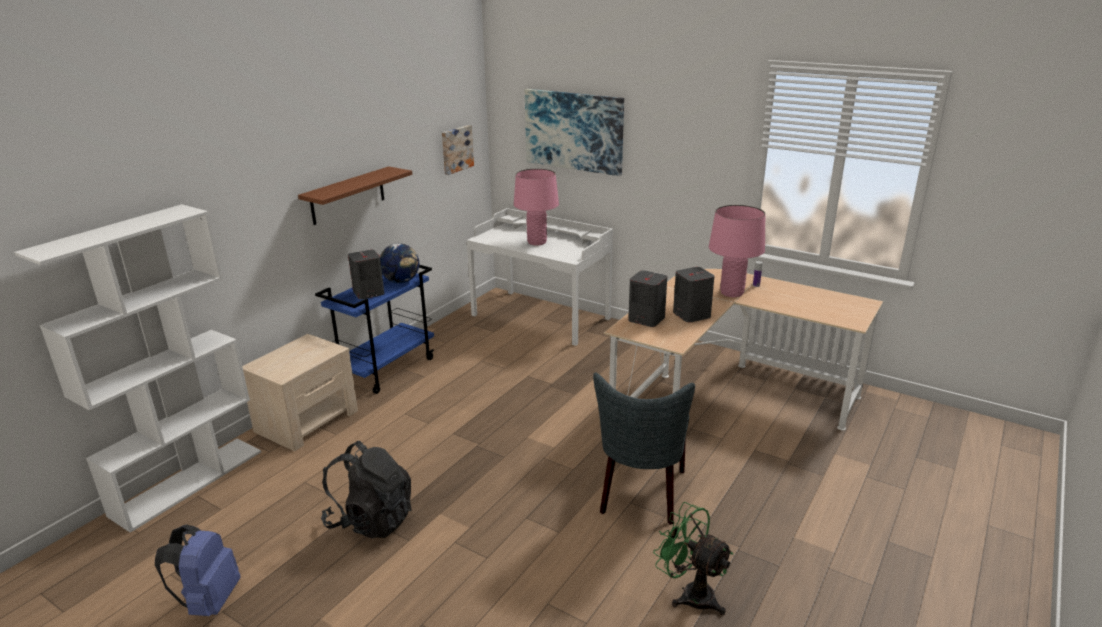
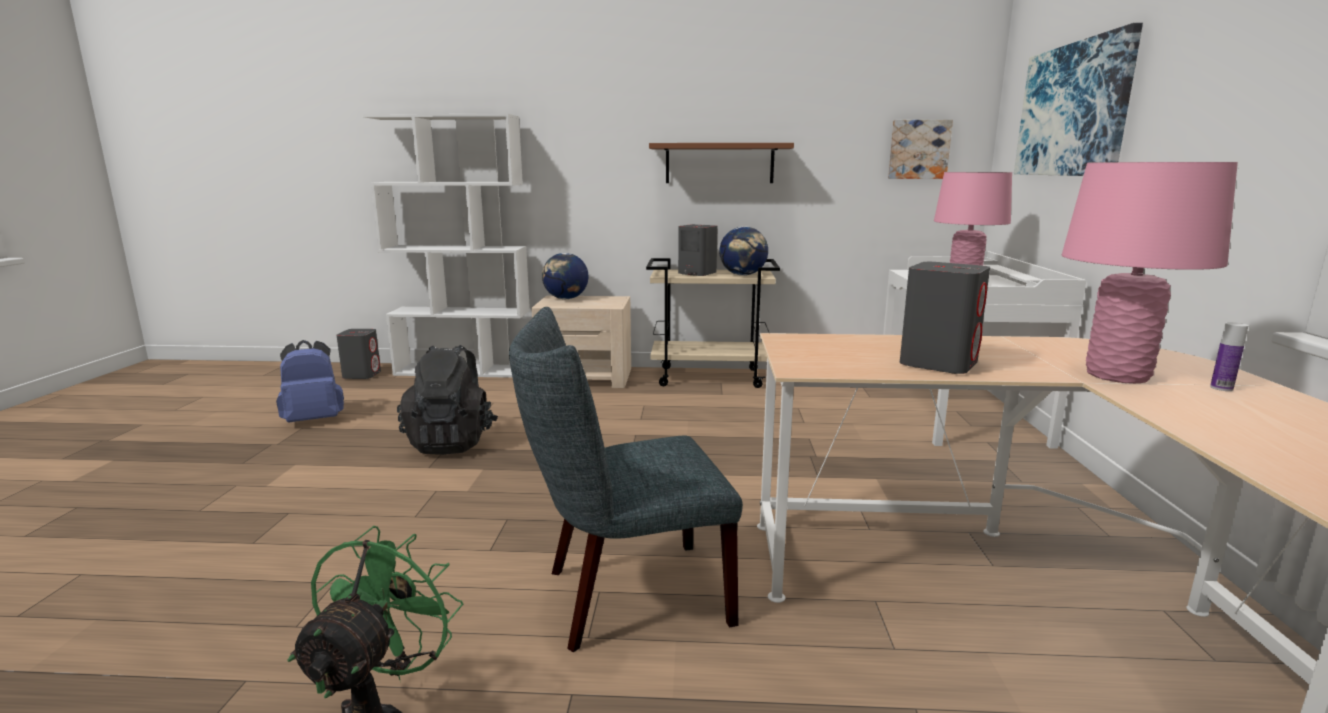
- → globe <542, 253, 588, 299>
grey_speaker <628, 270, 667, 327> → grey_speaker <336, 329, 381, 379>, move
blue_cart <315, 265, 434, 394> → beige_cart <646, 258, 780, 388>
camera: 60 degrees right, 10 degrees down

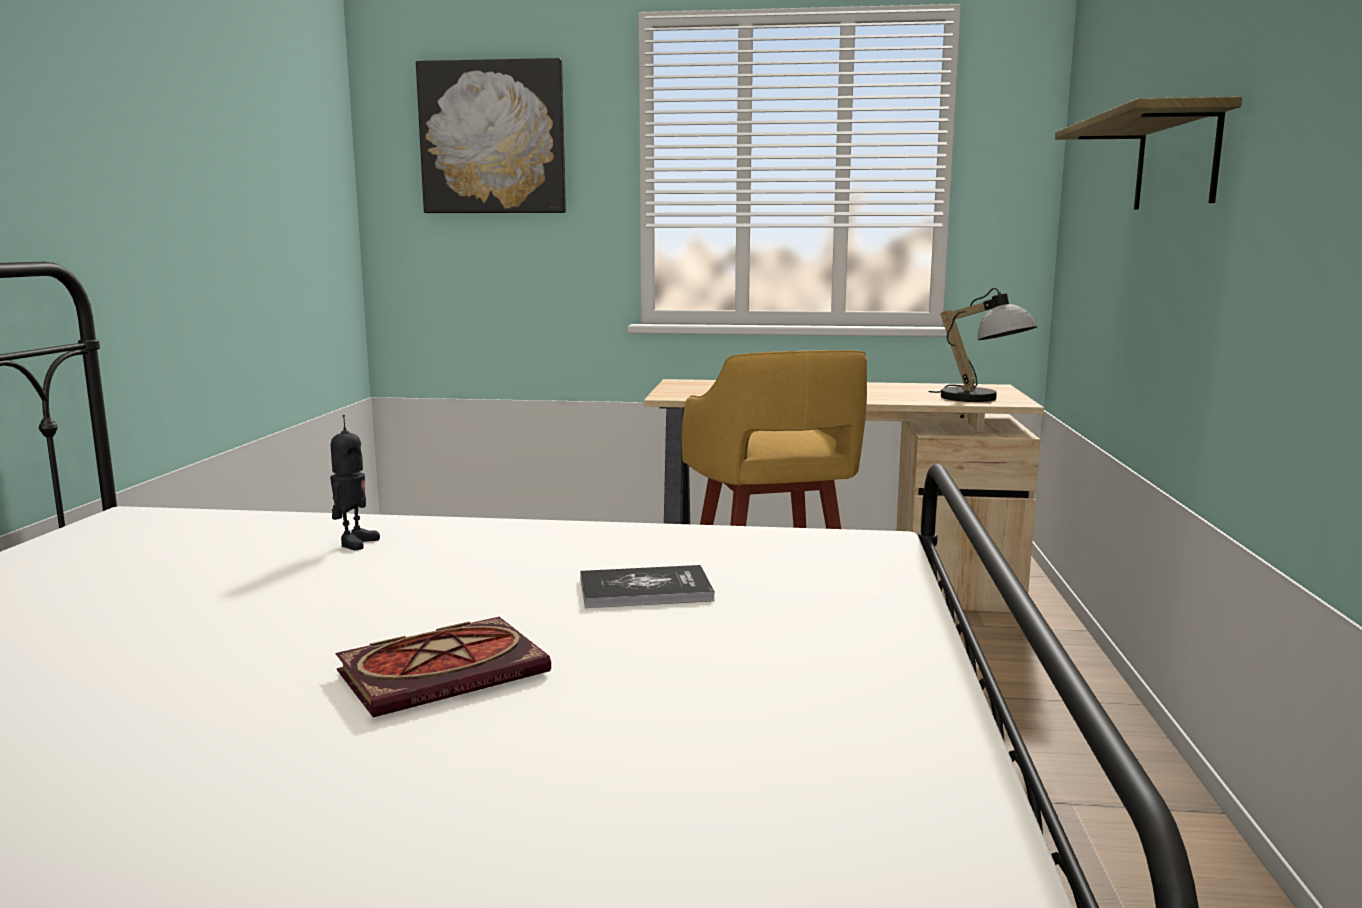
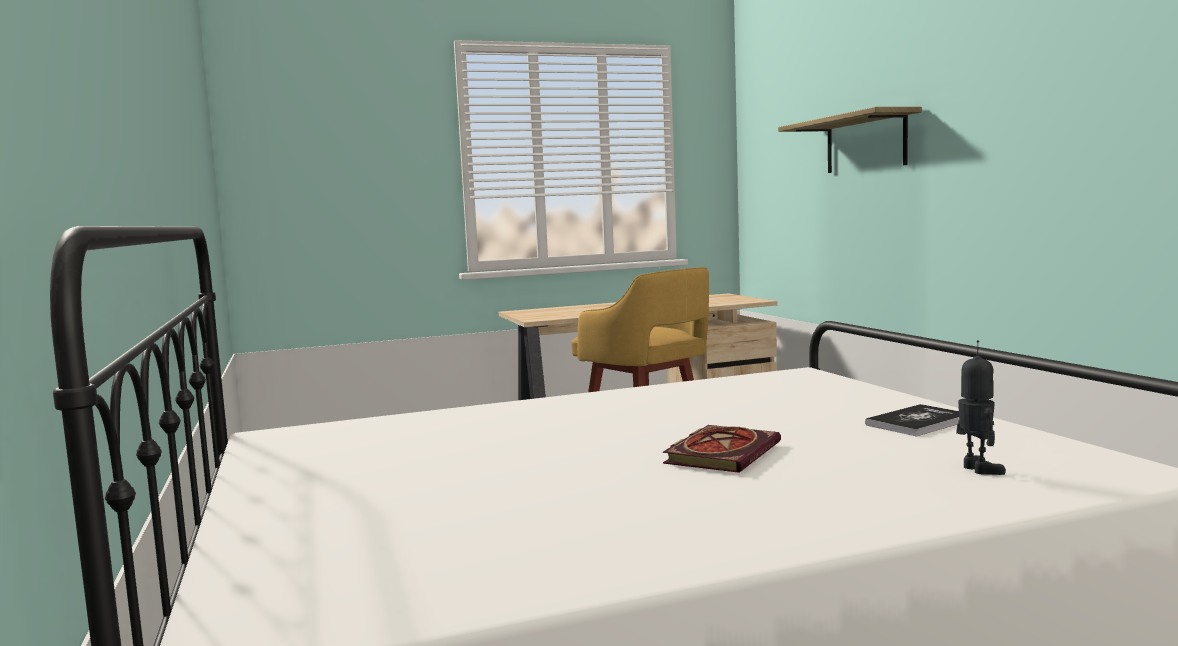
picture <416, 58, 566, 213> → -
table_lamp <928, 288, 1037, 402> → -
toy_robot <330, 415, 380, 550> → toy_robot <956, 340, 1006, 475>, move
book <580, 565, 715, 608> → book <865, 404, 960, 437>, move
camera: 25 degrees left, 5 degrees down

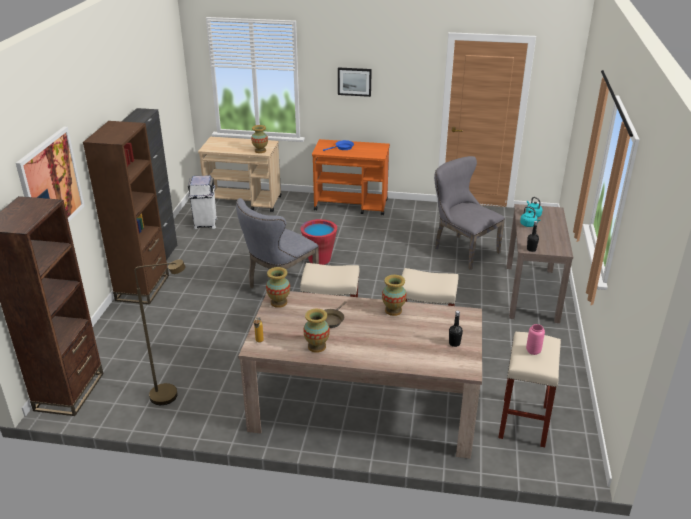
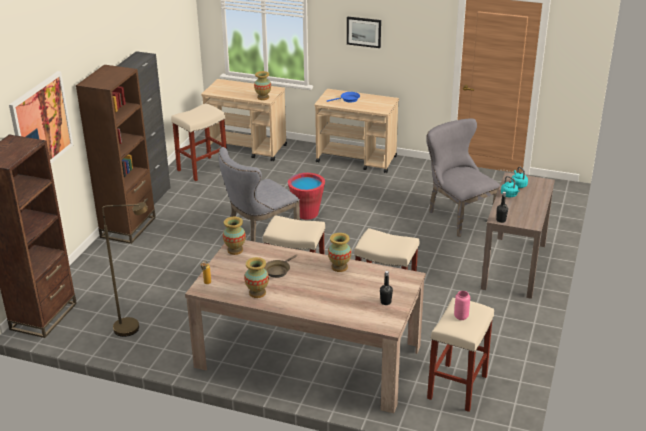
white_trash_can <188, 176, 217, 229> → beige_stool <171, 103, 227, 181>
orange_cart <312, 139, 390, 216> → beige_cart <314, 89, 399, 173>
camera: 10 degrees right, 0 degrees up

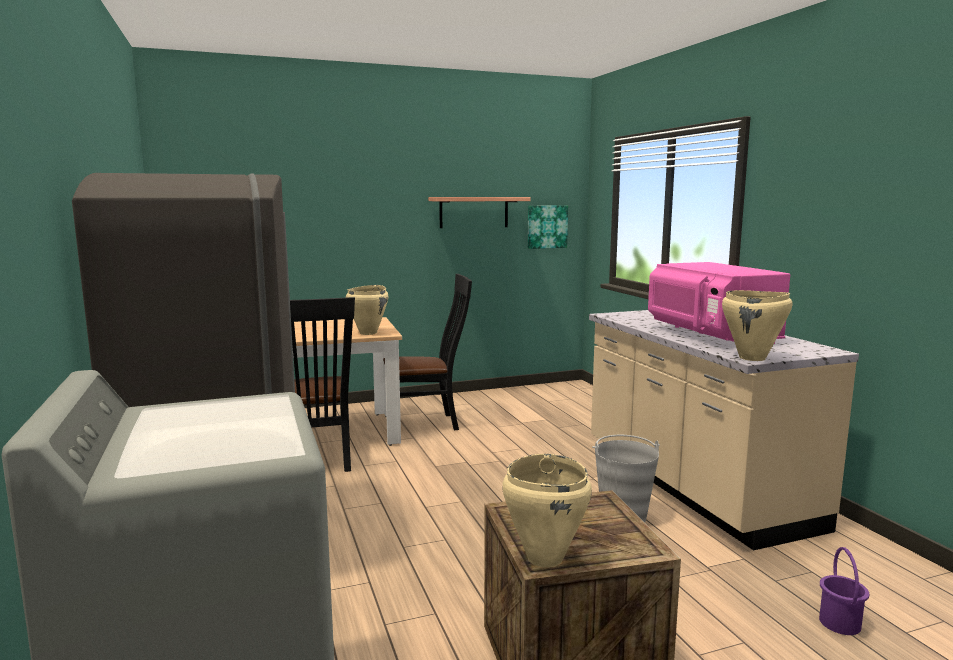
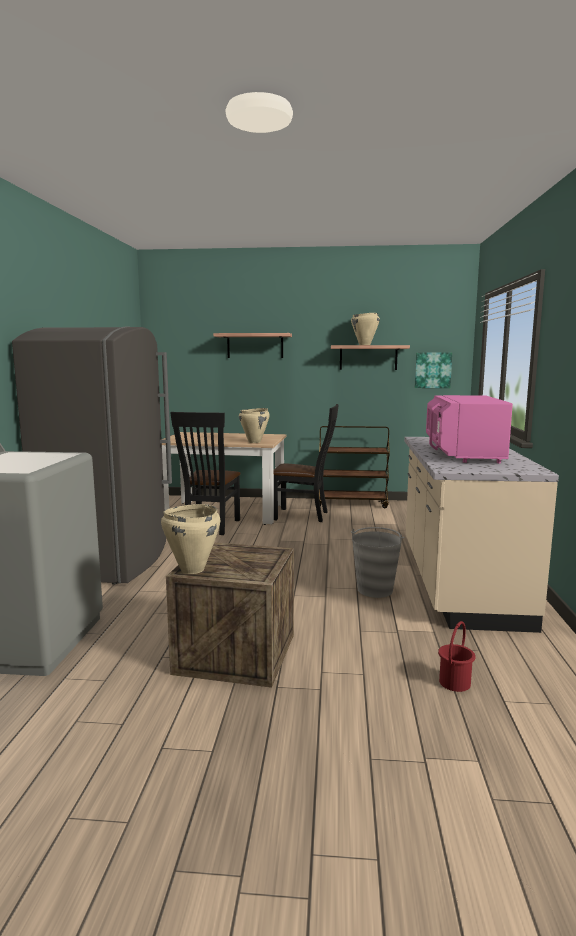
- → shelf <213, 333, 292, 358>
- → brown_cart <319, 426, 390, 509>
beige_cooking_pot <722, 290, 792, 361> → beige_cooking_pot <351, 313, 380, 345>, move
purple_bucket <819, 547, 869, 635> → red_bucket <438, 621, 475, 692>
camera: 25 degrees right, 0 degrees up

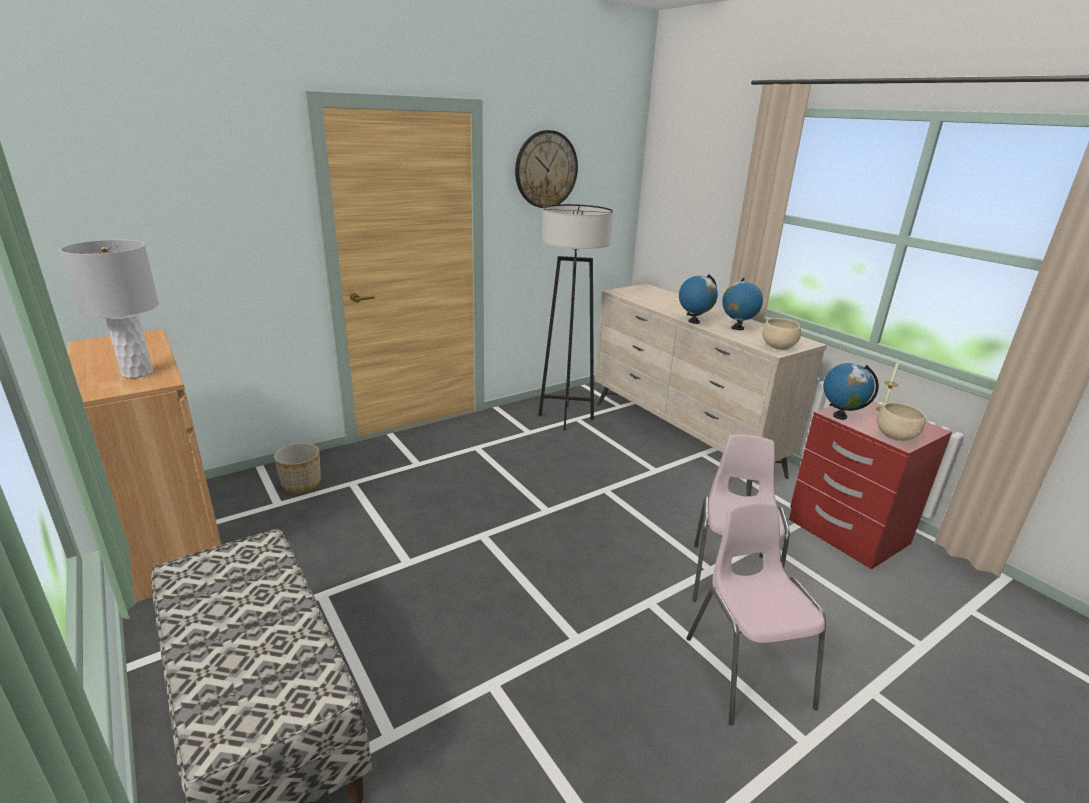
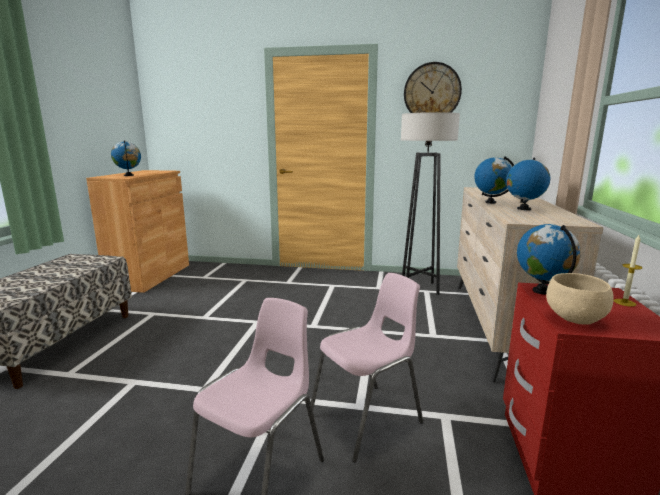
planter <274, 443, 321, 493> → -
beige_bowl <762, 318, 801, 350> → -
grey_table_lamp <60, 240, 159, 379> → globe <111, 140, 141, 176>
camera: 45 degrees right, 10 degrees down

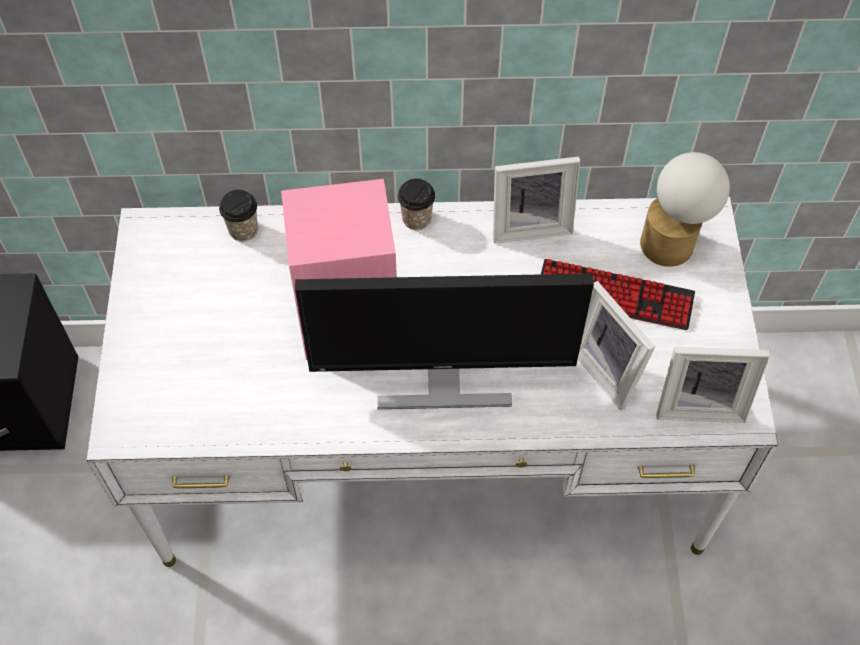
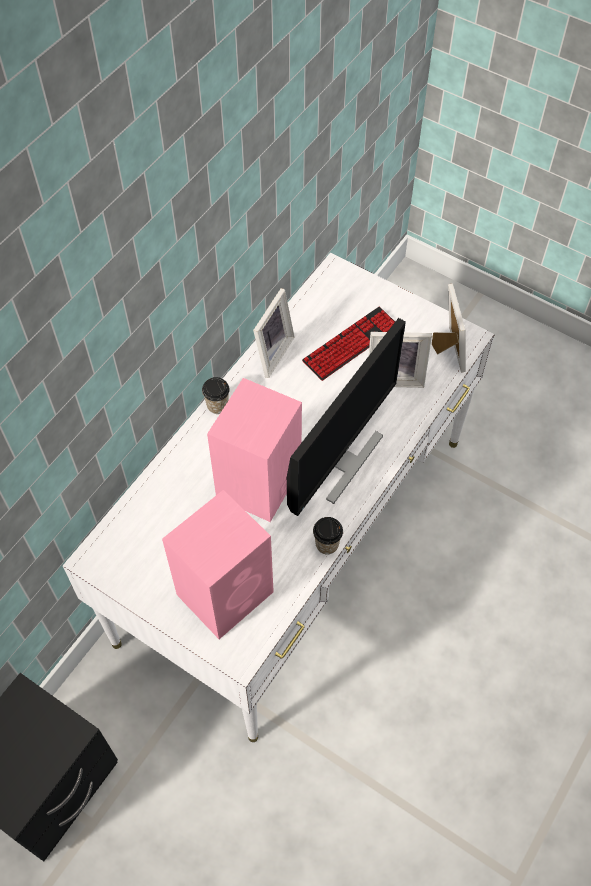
table_lamp <640, 152, 730, 267> → -
- → pink_speaker <162, 490, 274, 639>
cup <219, 190, 258, 242> → cup <313, 517, 343, 555>, move
picture_frame <656, 347, 770, 423> → picture_frame <432, 284, 466, 373>, 45 degrees counterclockwise
camera: 55 degrees left, 0 degrees up

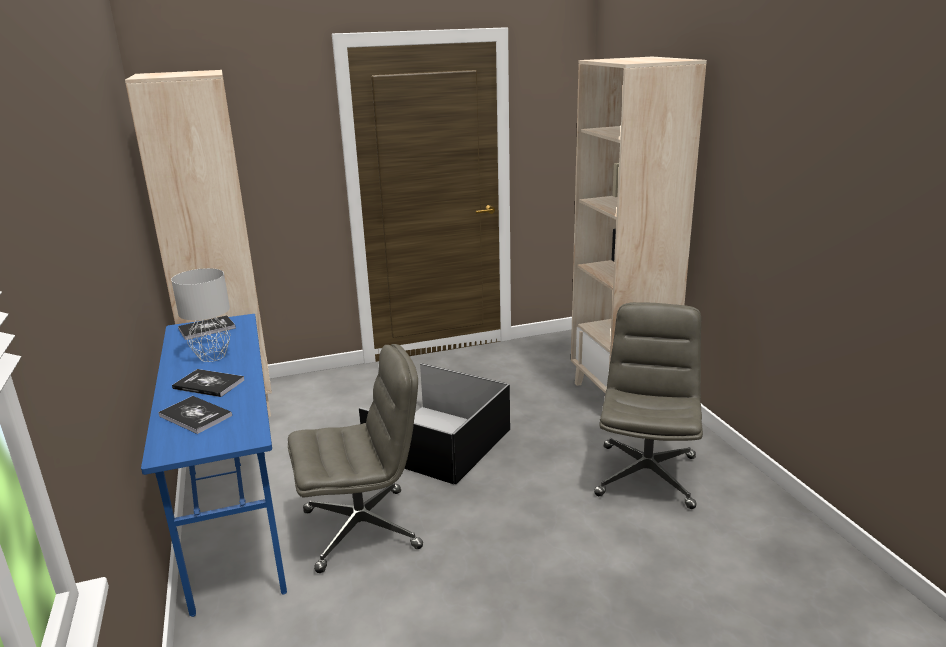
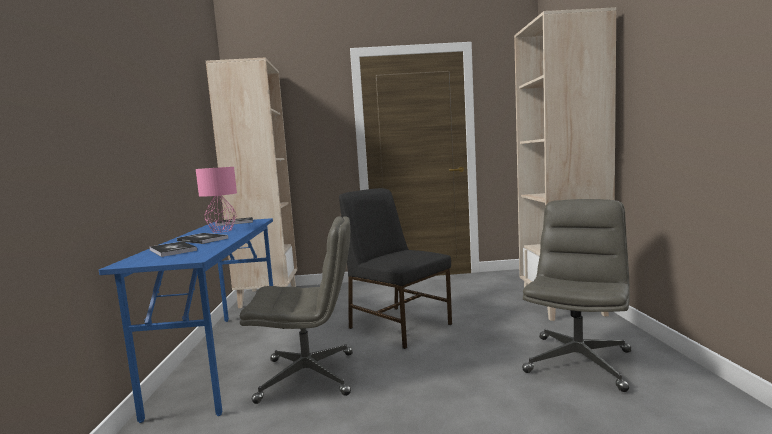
black_storage_box <359, 363, 510, 484> → black_chair <339, 188, 452, 349>
grey_table_lamp <171, 268, 230, 362> → pink_table_lamp <196, 167, 237, 233>
camera: 15 degrees right, 15 degrees down

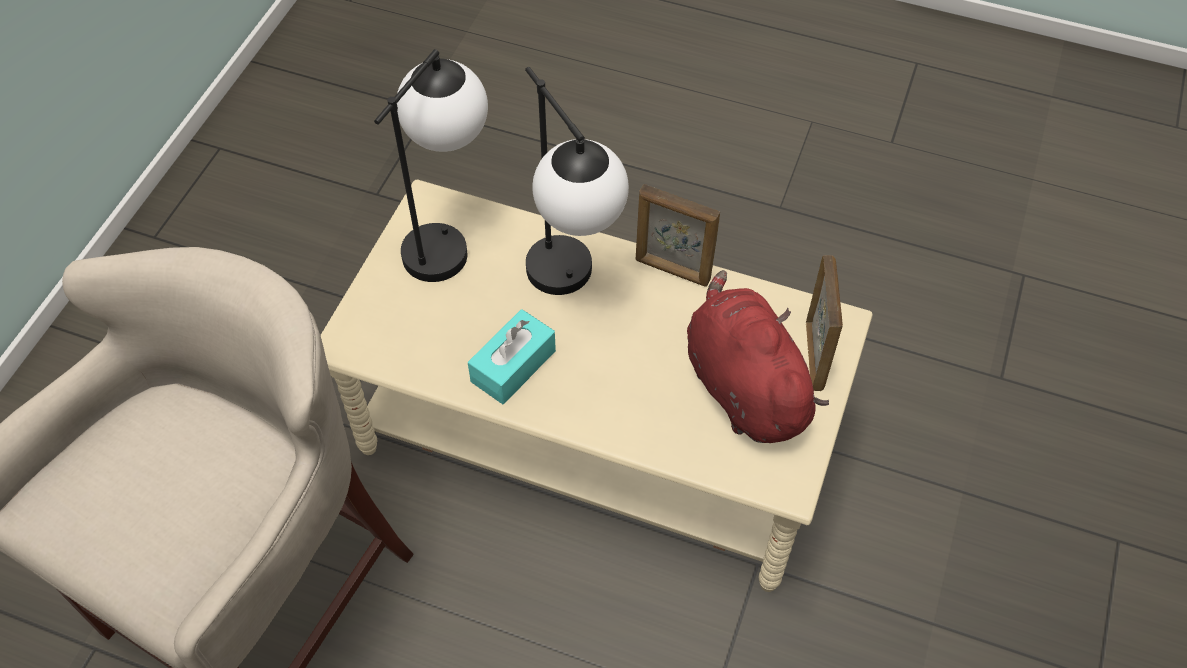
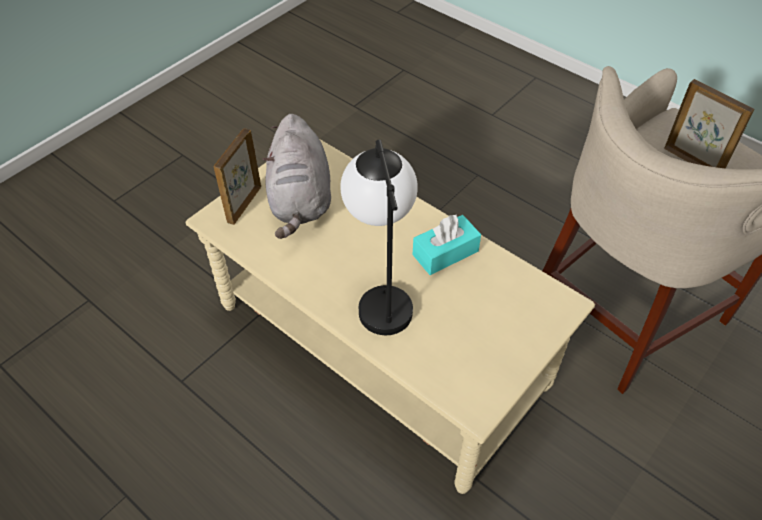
table_lamp <374, 49, 488, 282> → -
picture_frame <636, 184, 720, 287> → picture_frame <664, 79, 754, 168>, move
red_plush_toy <687, 270, 829, 443> → grey_plush_toy <263, 114, 331, 239>
camera: 160 degrees left, 5 degrees down

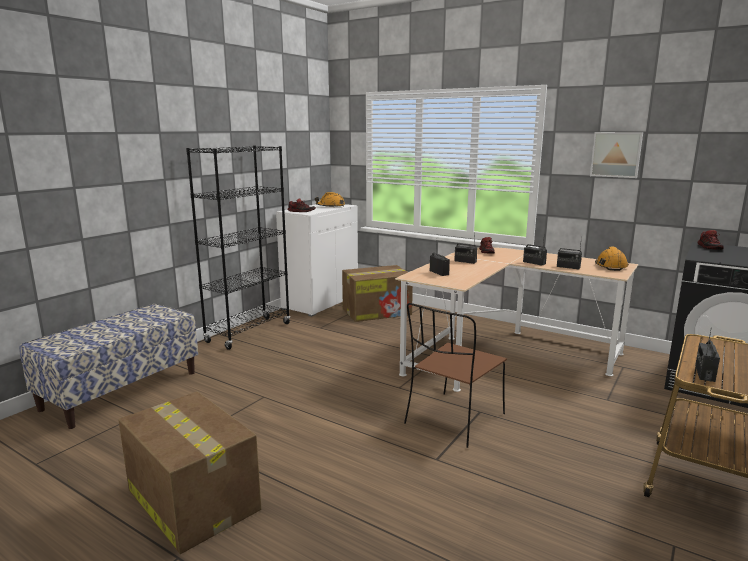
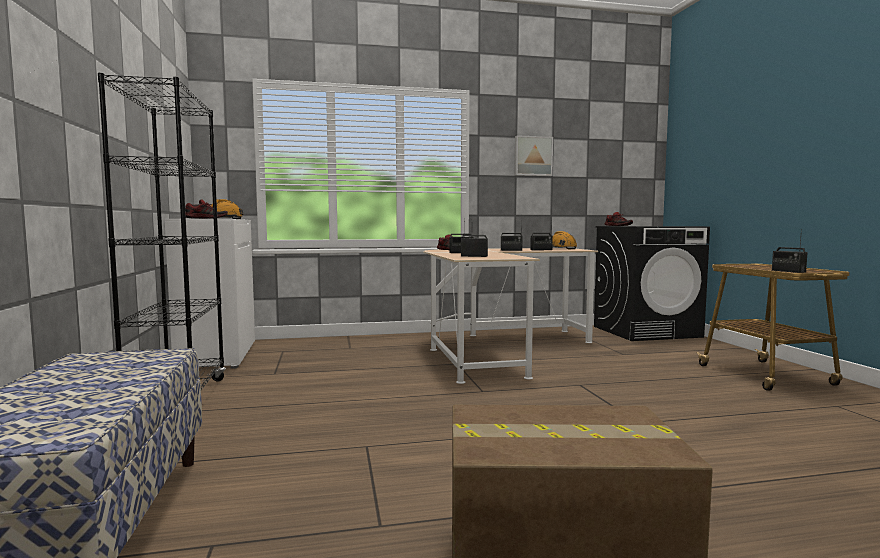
cardboard_box <342, 265, 413, 322> → -
brown_chair <404, 303, 507, 448> → -
camera: 45 degrees left, 10 degrees down

